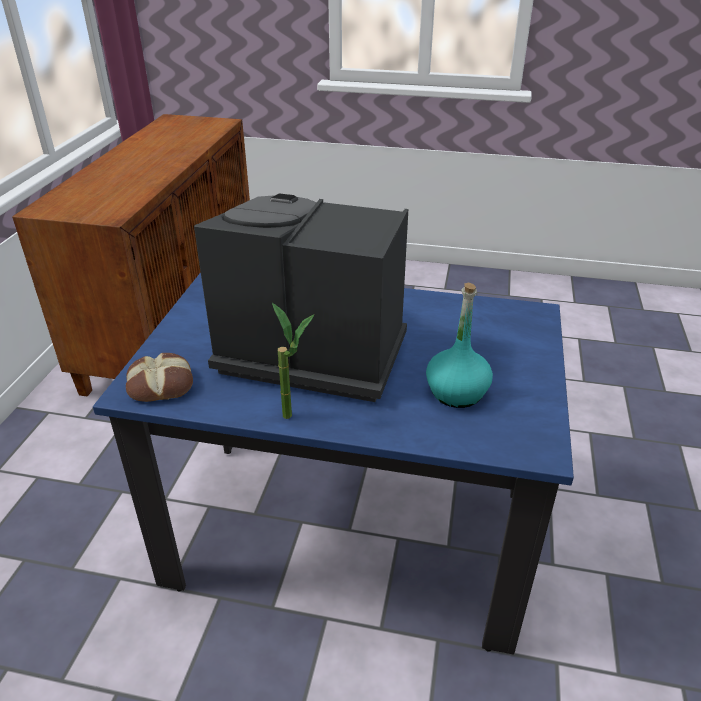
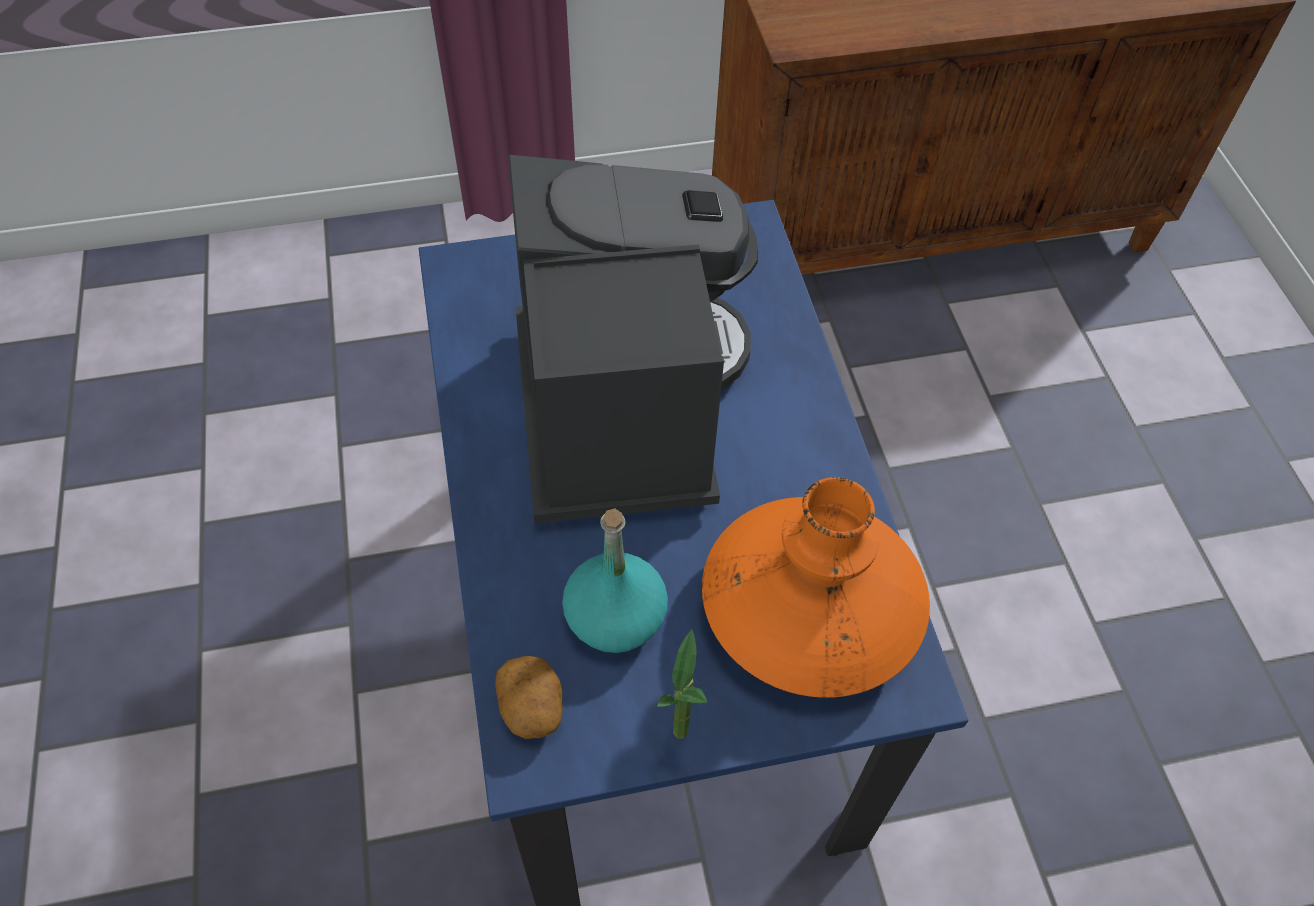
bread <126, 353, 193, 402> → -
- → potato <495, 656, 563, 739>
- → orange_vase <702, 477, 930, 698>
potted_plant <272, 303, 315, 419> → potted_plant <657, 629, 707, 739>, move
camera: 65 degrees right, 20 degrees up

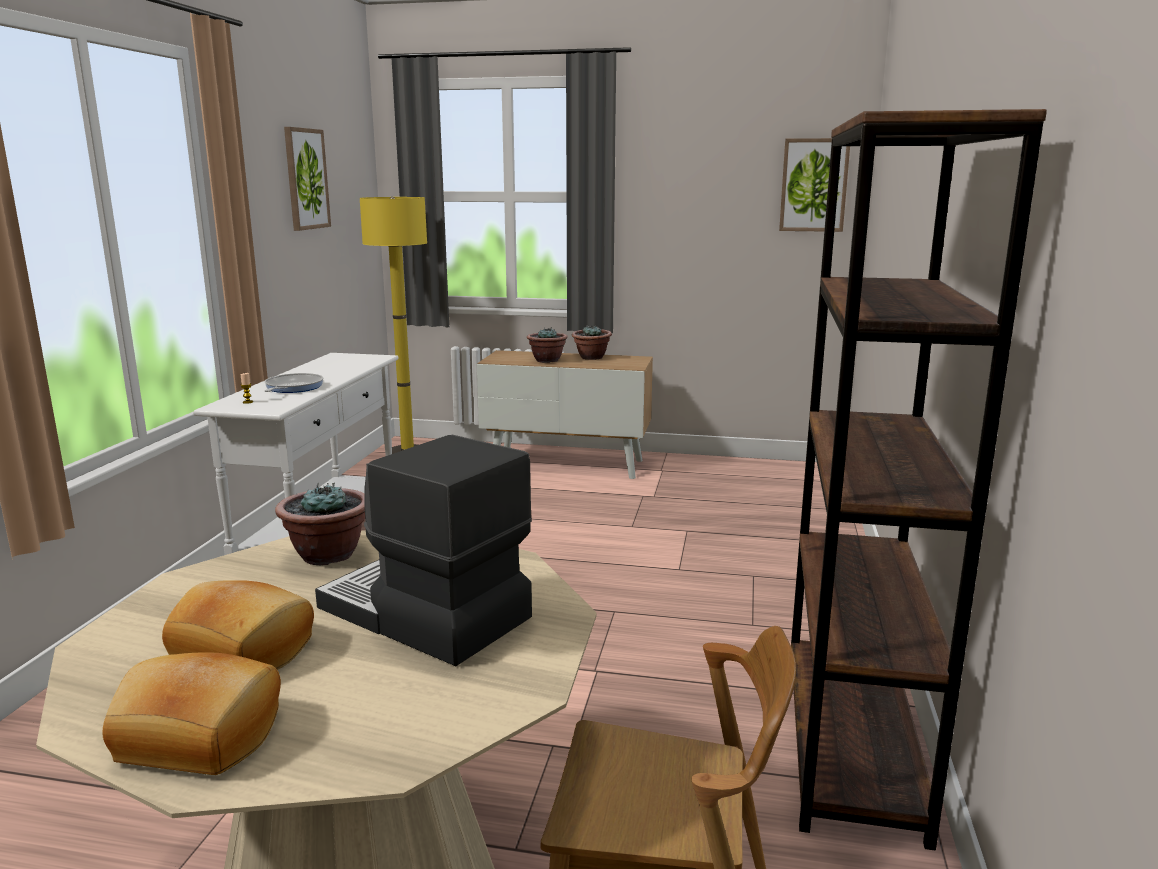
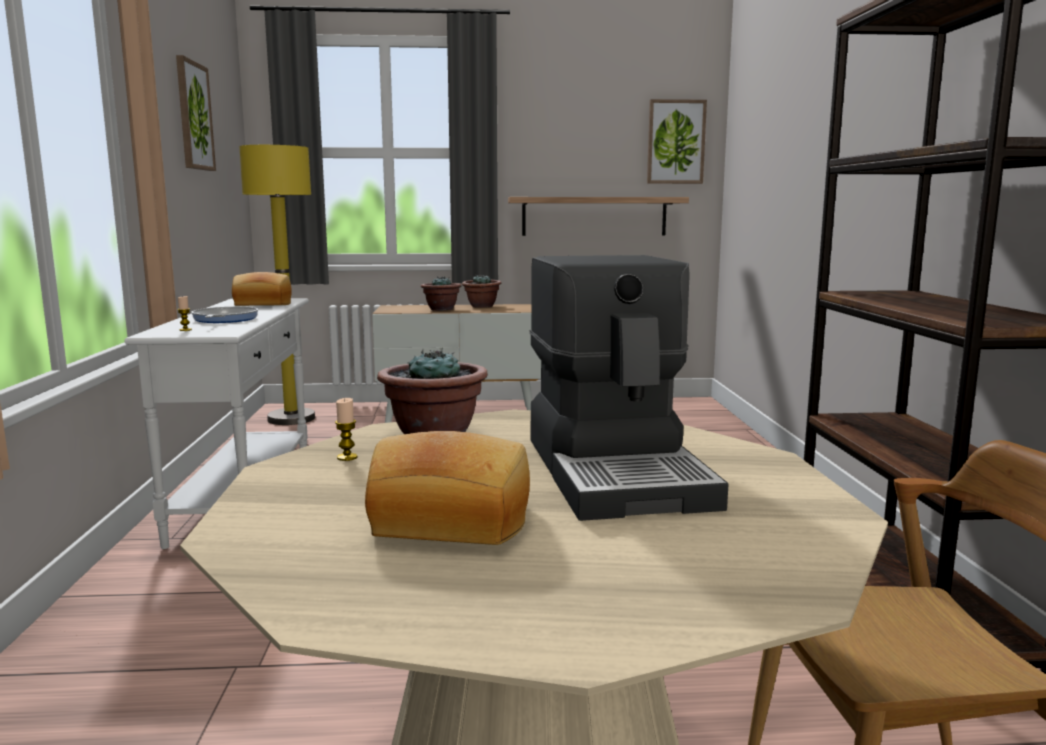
- → candle <335, 398, 357, 461>
- → shelf <508, 197, 689, 236>
bread <102, 652, 281, 775> → bread <232, 272, 292, 306>, move
coffee_machine <315, 435, 532, 666> → coffee_machine <530, 255, 728, 521>, 120 degrees counterclockwise
camera: 15 degrees left, 5 degrees down

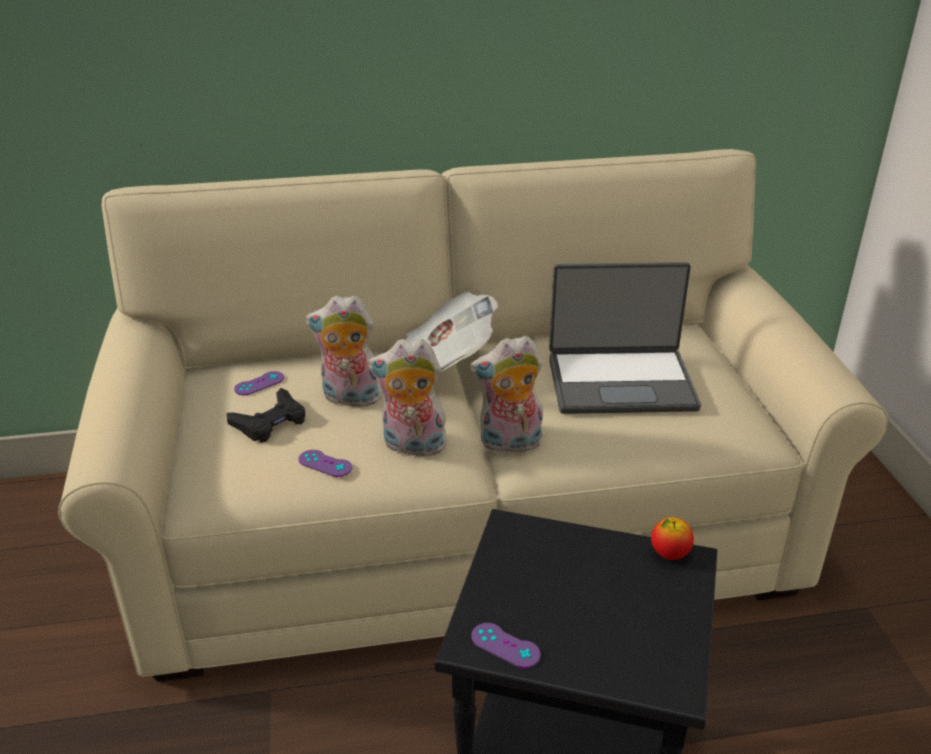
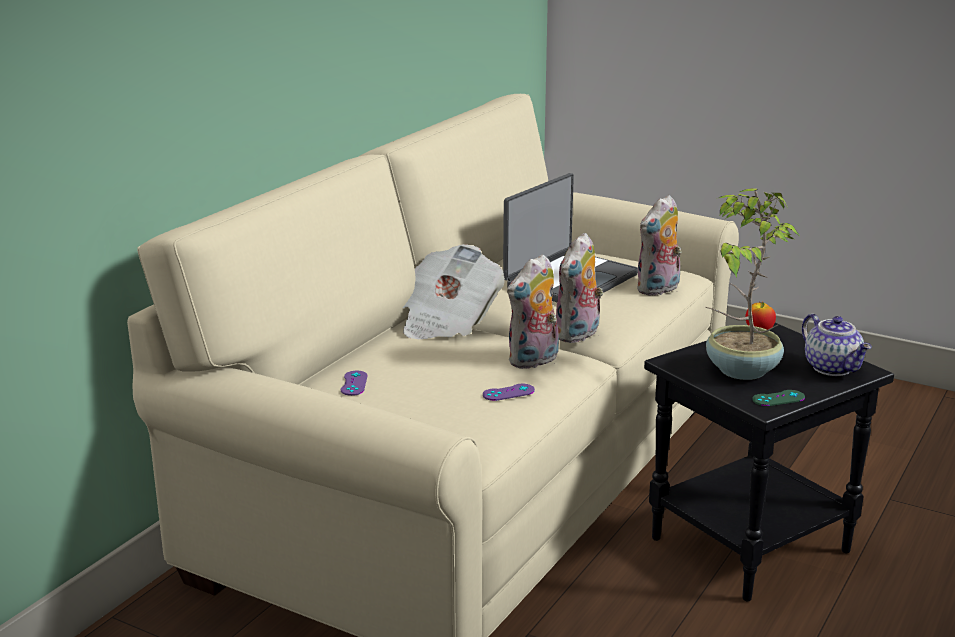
black_game_controller <227, 388, 305, 443> → -
- → potted_plant <705, 188, 799, 380>
- → teapot <802, 314, 872, 376>
plush_toy <305, 295, 382, 407> → plush_toy <637, 195, 682, 296>, move
purple_game_controller <471, 623, 541, 668> → green_game_controller <752, 390, 805, 406>
camera: 50 degrees left, 10 degrees down

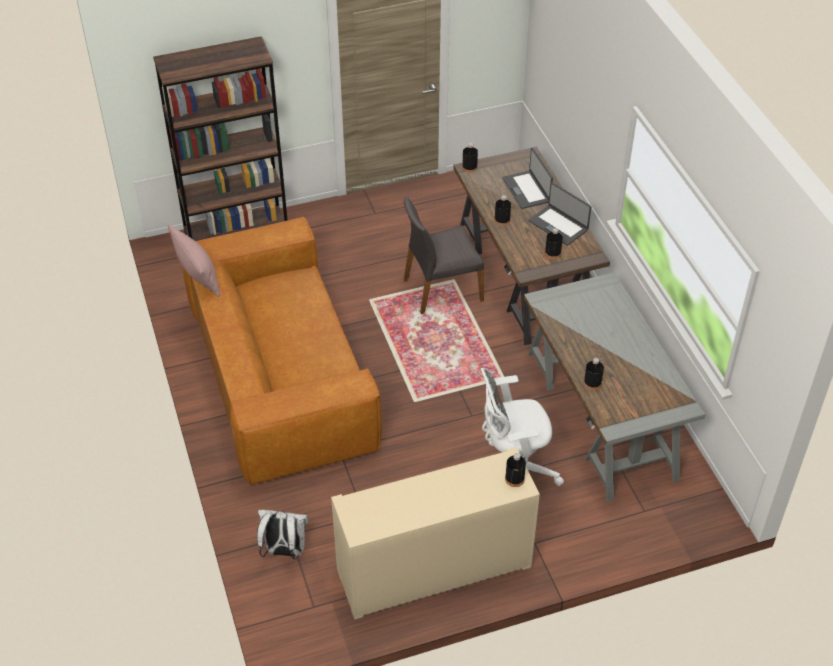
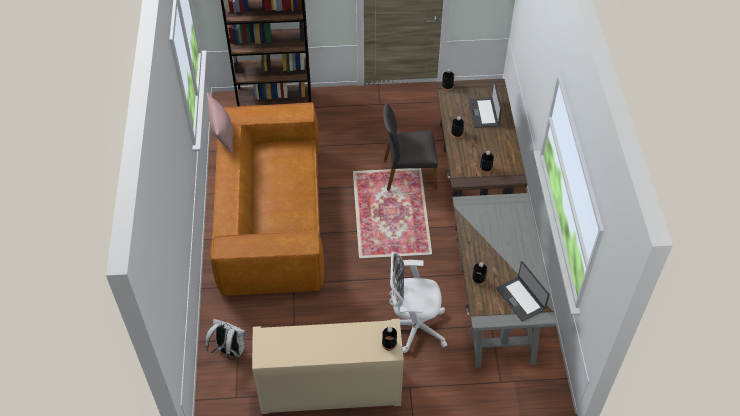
laptop <528, 182, 591, 246> → laptop <496, 261, 550, 322>, move
camera: 15 degrees right, 5 degrees up

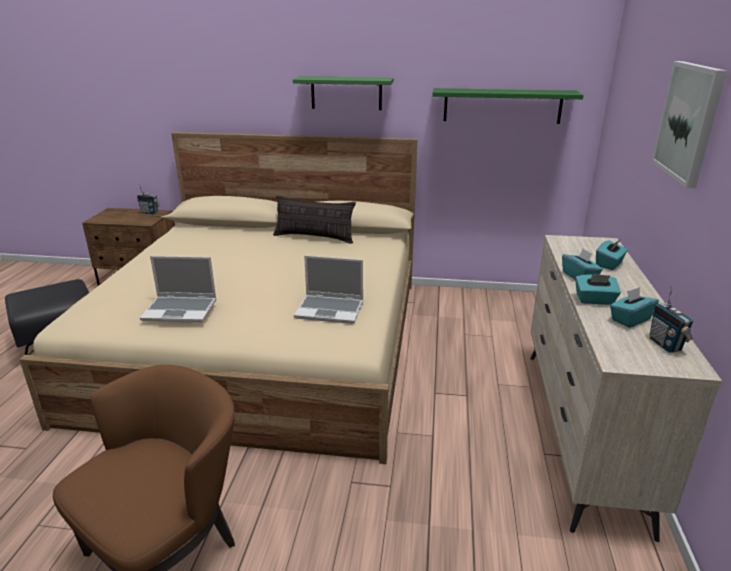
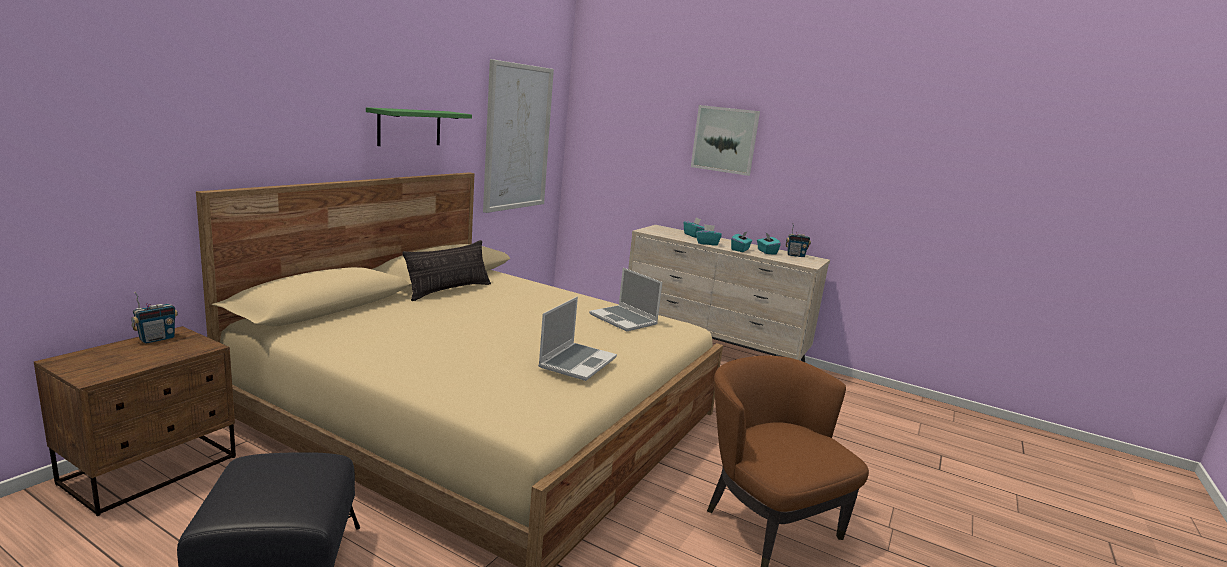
green_shelf <432, 88, 584, 124> → picture <483, 59, 554, 213>
laptop <294, 256, 363, 324> → laptop <589, 268, 662, 332>, 105 degrees clockwise
camera: 70 degrees left, 10 degrees down

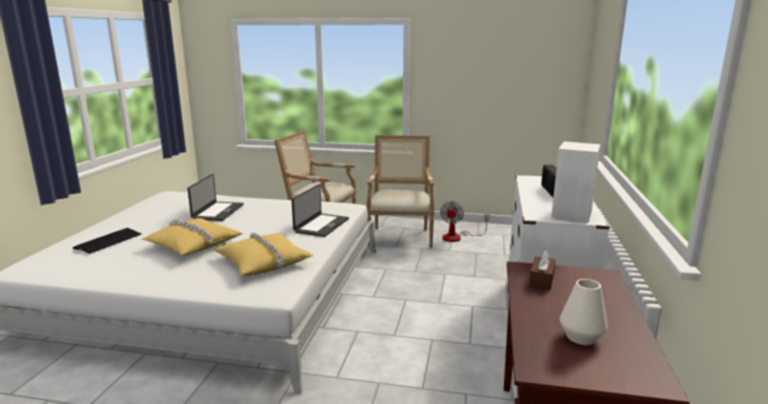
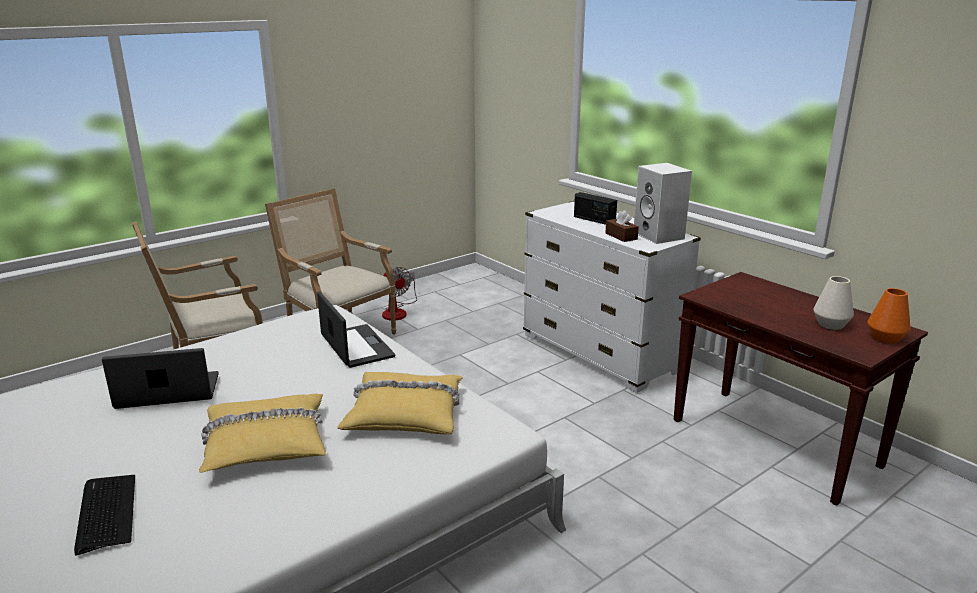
- → orange_vase <867, 288, 911, 344>
brown_tissue_box <529, 250, 556, 290> → brown_tissue_box <605, 210, 639, 242>, move
laptop <187, 174, 244, 221> → laptop <102, 348, 219, 409>, 60 degrees counterclockwise
camera: 50 degrees left, 5 degrees up

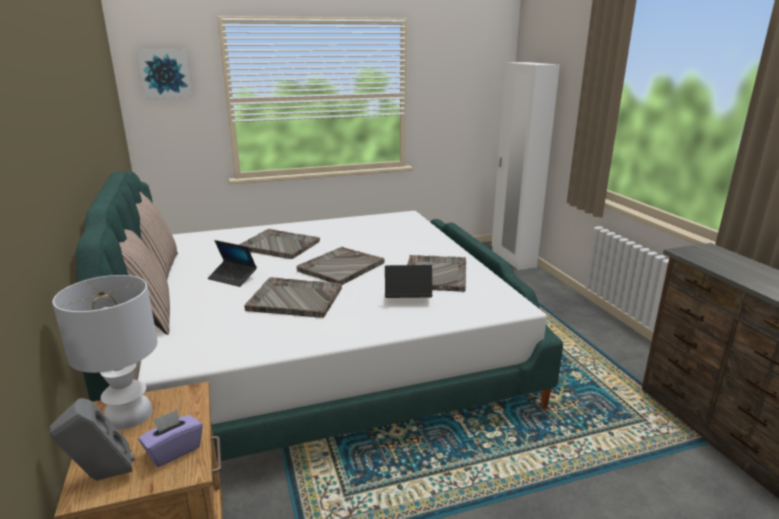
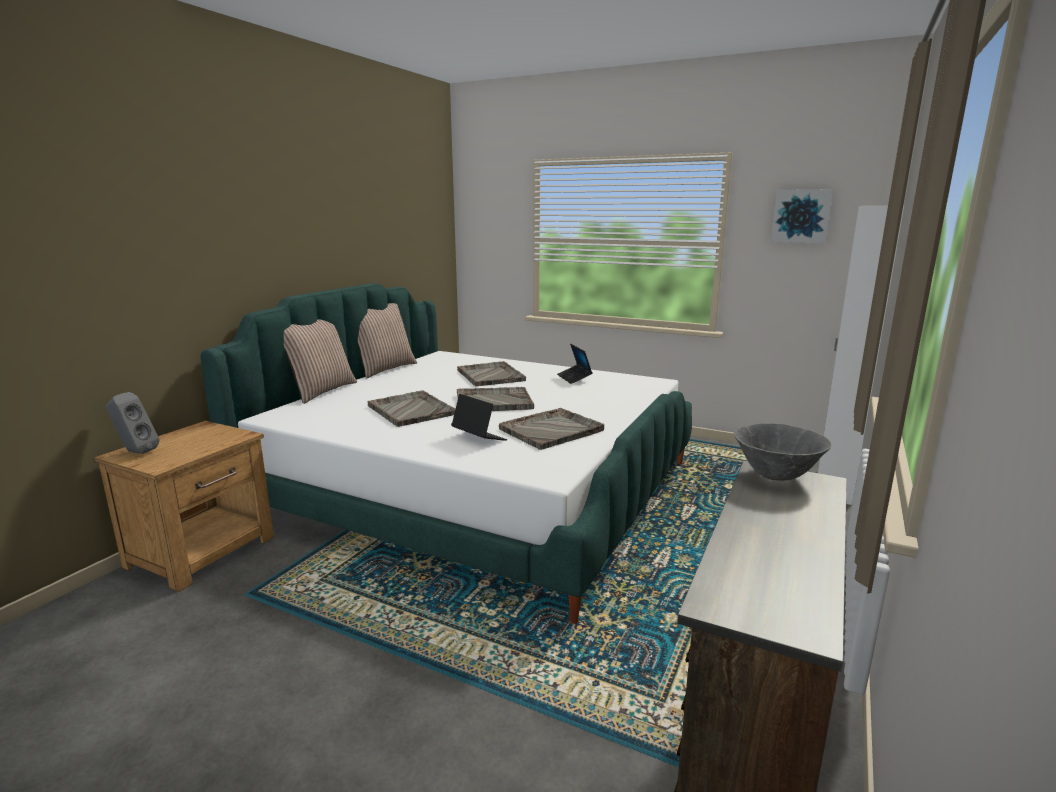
white_table_lamp <52, 275, 158, 430> → -
purple_tissue_box <138, 410, 203, 467> → -
- → grey_bowl <734, 423, 832, 481>
picture <137, 50, 193, 98> → picture <771, 189, 833, 243>, move
laptop <208, 240, 257, 287> → laptop <557, 344, 593, 384>, move
camera: 45 degrees right, 5 degrees down

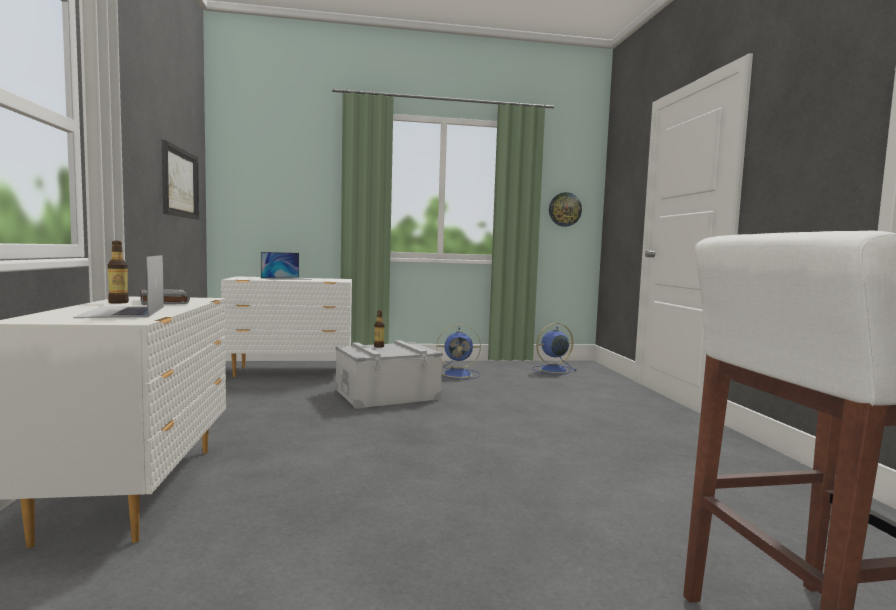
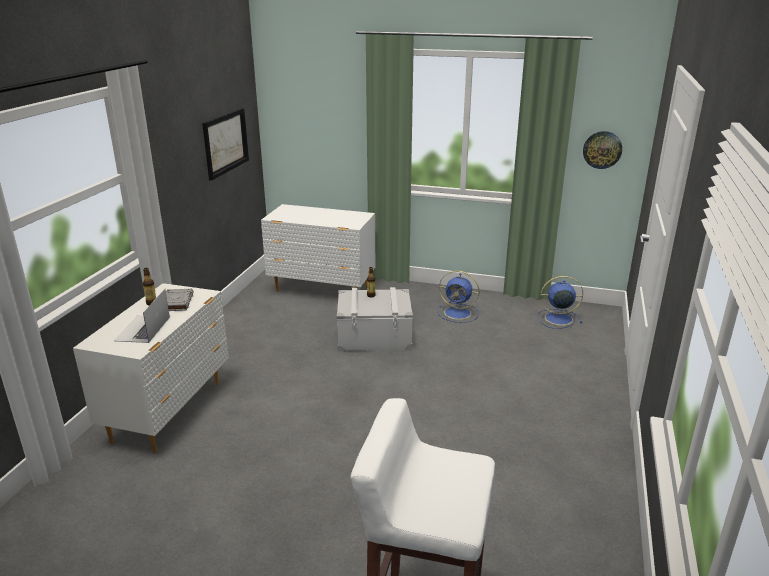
laptop <261, 252, 312, 280> → -
camera: 25 degrees right, 20 degrees up

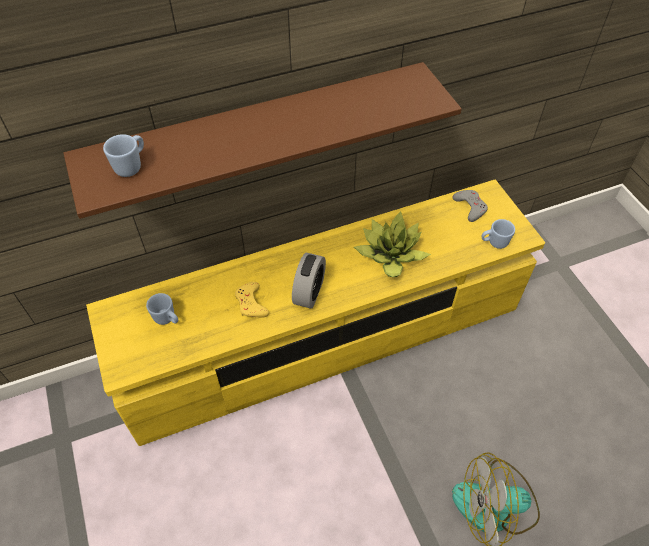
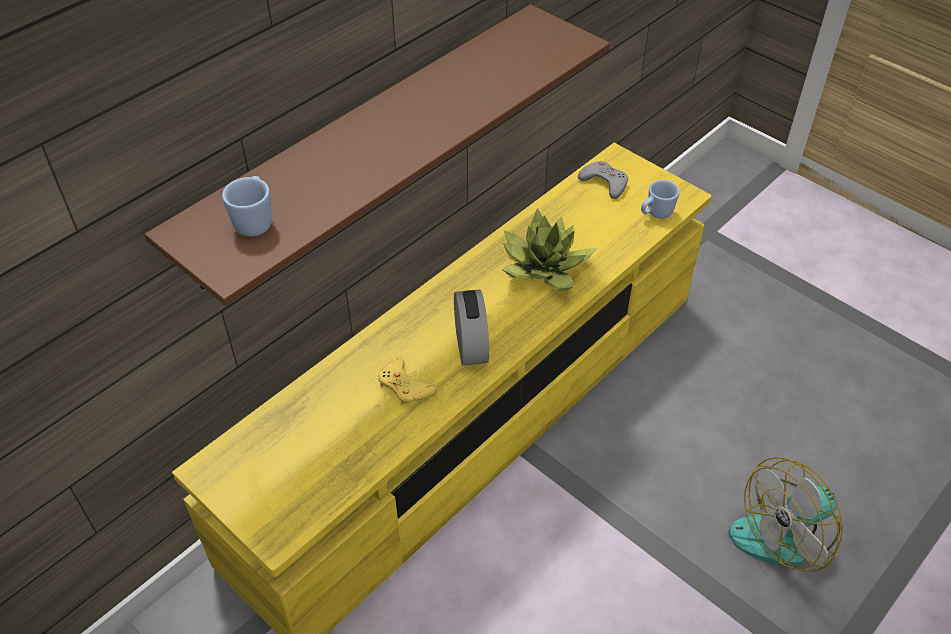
blue_mug <146, 293, 178, 325> → -
camera: 25 degrees left, 5 degrees down

